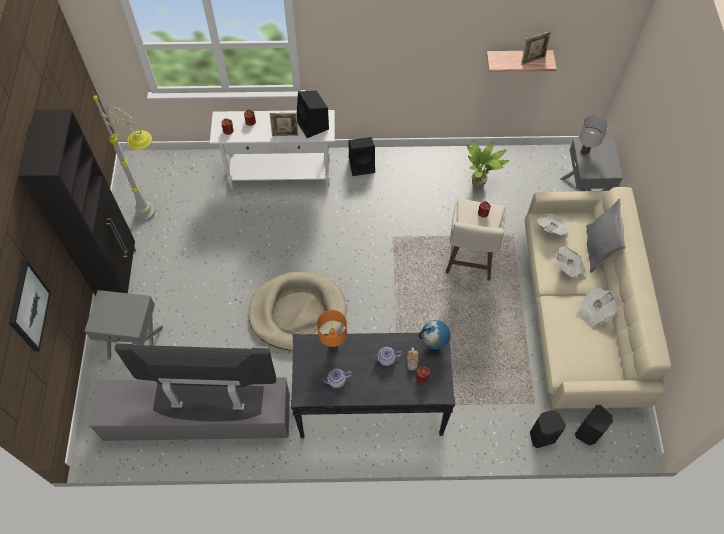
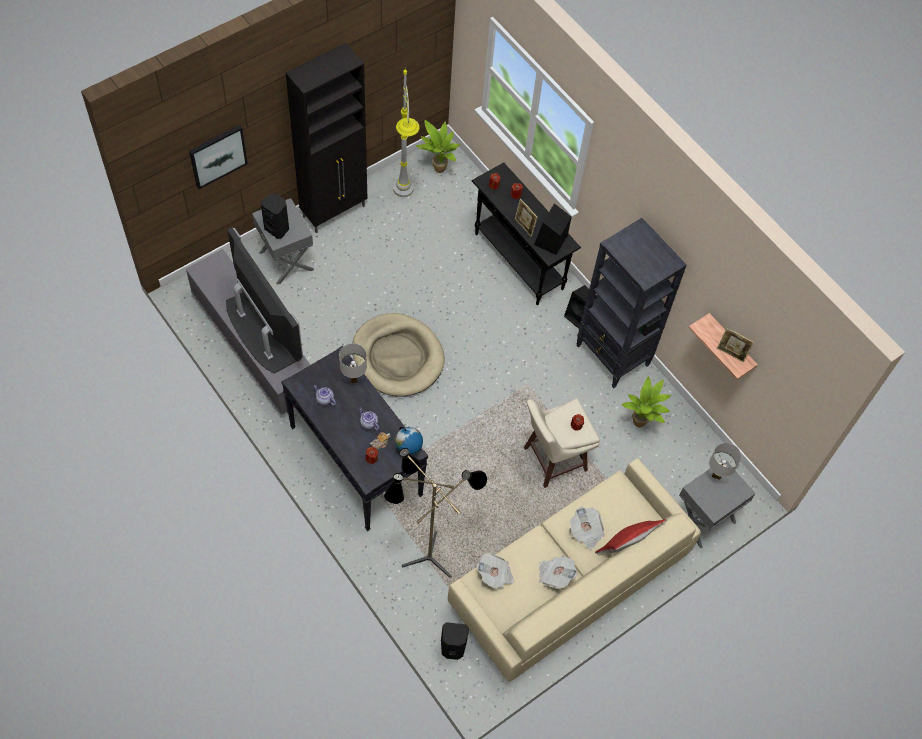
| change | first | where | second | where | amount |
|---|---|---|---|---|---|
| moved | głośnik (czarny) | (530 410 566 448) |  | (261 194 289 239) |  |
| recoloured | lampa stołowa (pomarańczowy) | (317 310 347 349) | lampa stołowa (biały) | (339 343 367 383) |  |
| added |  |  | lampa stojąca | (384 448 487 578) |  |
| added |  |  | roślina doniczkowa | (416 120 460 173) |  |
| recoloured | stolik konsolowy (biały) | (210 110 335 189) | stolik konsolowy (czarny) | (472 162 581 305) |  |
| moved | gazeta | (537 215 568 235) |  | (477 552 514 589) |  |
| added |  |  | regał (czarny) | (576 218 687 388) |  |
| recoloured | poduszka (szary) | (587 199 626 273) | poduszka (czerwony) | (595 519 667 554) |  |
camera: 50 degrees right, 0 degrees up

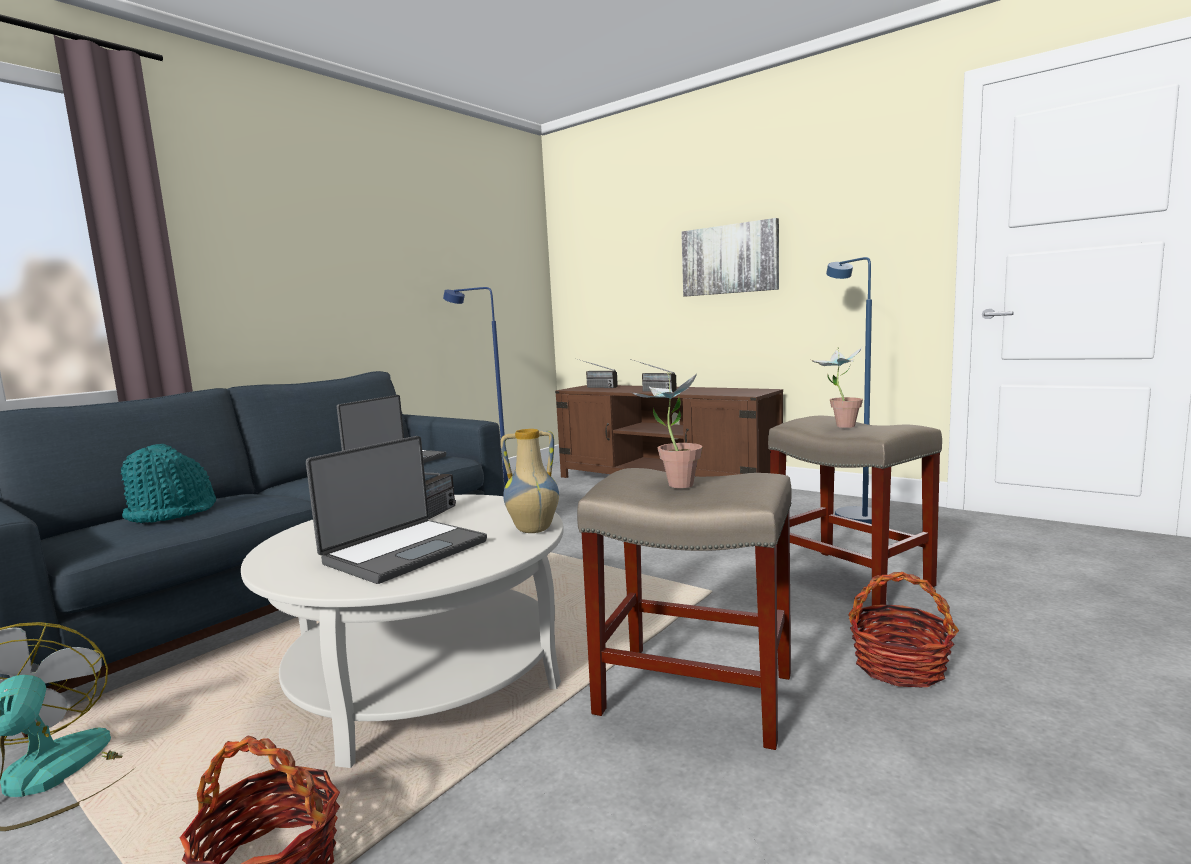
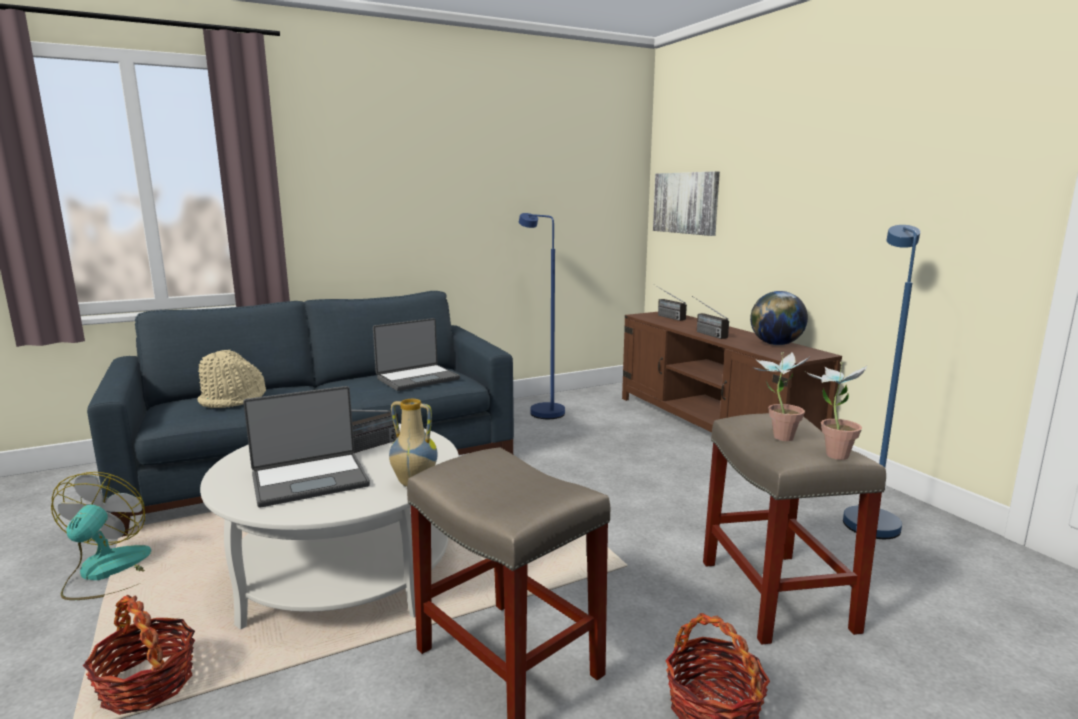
| change | first | where | second | where | amount |
|---|---|---|---|---|---|
| recoloured | kapelusz (turkusowy) | (121 444 216 523) | kapelusz (beżowy) | (197 350 266 408) |  |
| moved | obraz | (681 218 779 296) |  | (653 171 720 236) |  |
| added |  |  | globus | (750 291 808 345) |  |
| moved | roślina doniczkowa | (631 372 702 488) |  | (806 362 867 460) |  |
camera: 25 degrees right, 5 degrees up

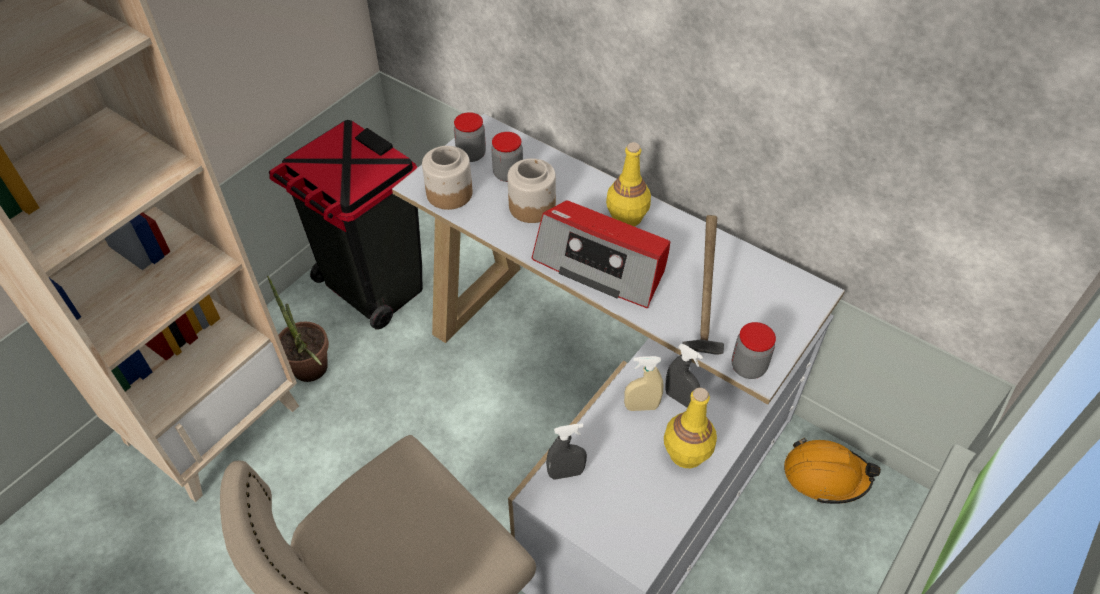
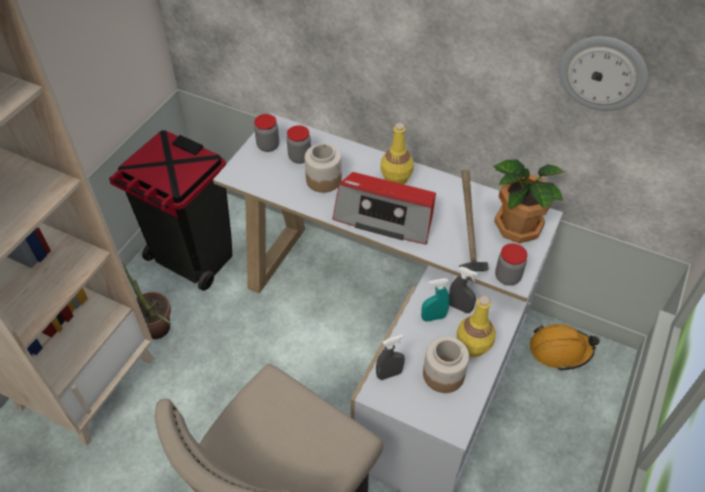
| change | first | where | second | where | amount |
|---|---|---|---|---|---|
| recoloured | spryskiwacz (beżowy) | (624 356 663 411) | spryskiwacz (turkusowy) | (421 278 450 322) |  |
| moved | słoik | (422 146 473 210) |  | (423 336 469 393) |  |
| added |  |  | roślina doniczkowa | (494 159 564 243) |  |
| added |  |  | zegar ścienny | (559 36 648 111) |  |
camera: 10 degrees left, 0 degrees up

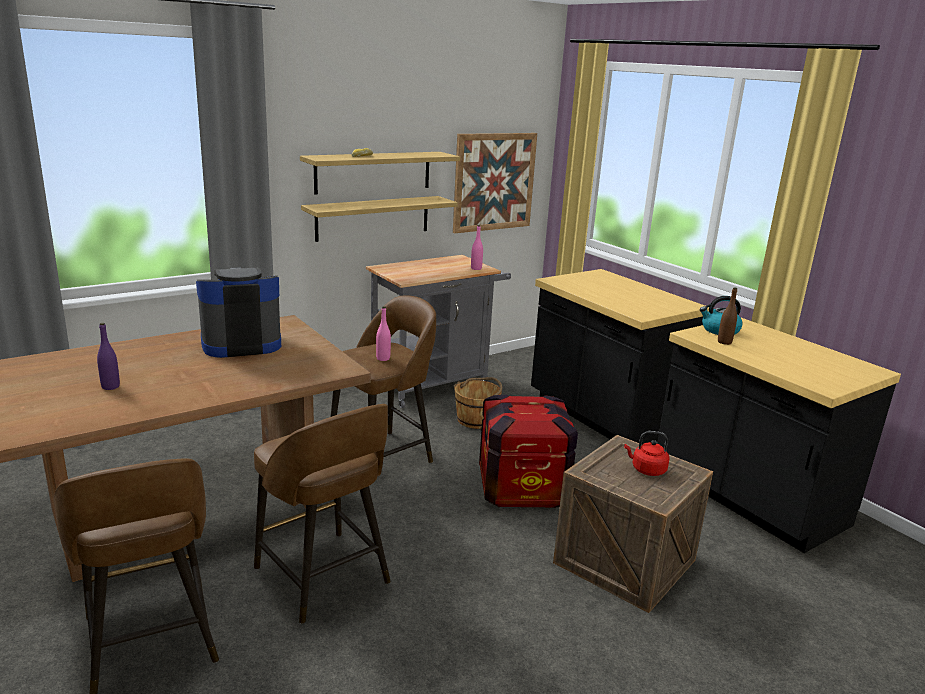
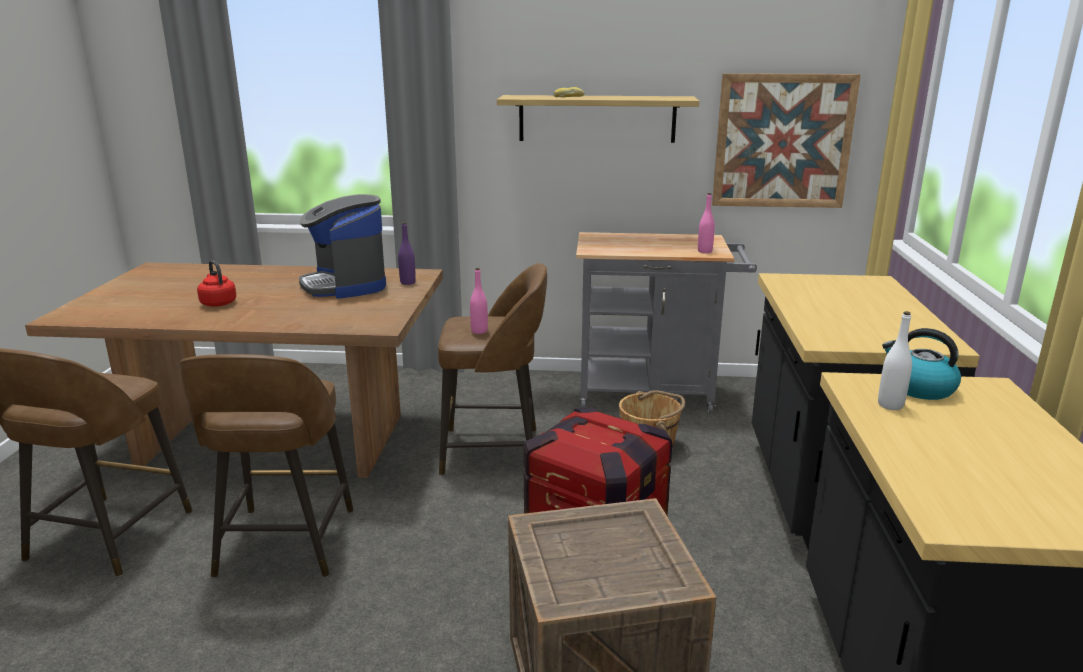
| change | first | where | second | where | amount |
|---|---|---|---|---|---|
| moved | czajnik (czerwony) | (624 431 670 476) |  | (197 260 237 307) |  |
| turned | ekspres do kawy | (196 267 281 358) |  | (299 194 386 299) | 135 degrees counterclockwise |
| moved | butelka (fioletowy) | (97 323 120 390) |  | (398 223 416 285) |  |
| recoloured | butelka (brązowy) | (718 287 737 345) | butelka (biały) | (878 311 912 410) |  |
| removed | półka | (301 196 458 242) |  |  |  |
camera: 40 degrees right, 0 degrees up

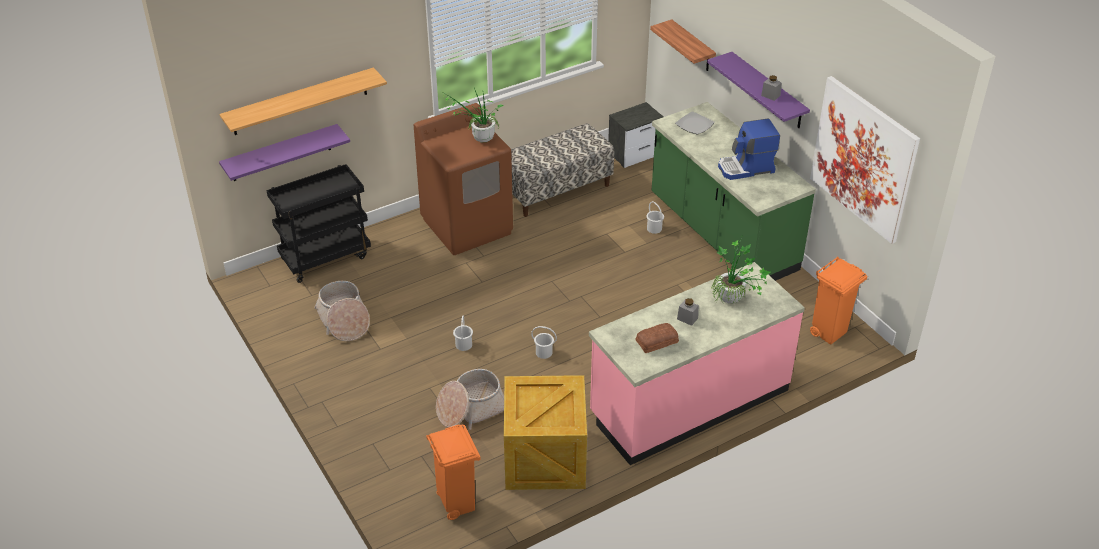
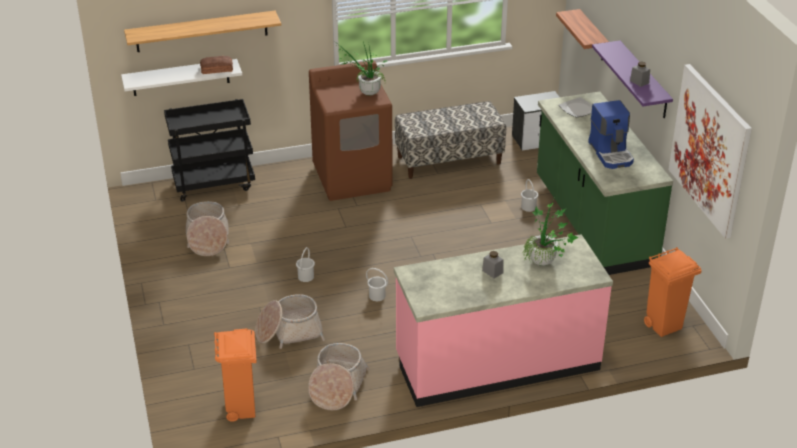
| change | first | where | second | where | amount |
|---|---|---|---|---|---|
| recoloured | półka (fioletowy) | (219 124 350 181) | półka (biały) | (121 59 242 96) |  |
| moved | chleb | (636 323 679 353) |  | (200 56 233 74) |  |
| replaced | skrzynka | (504 375 587 490) | koszyk | (308 343 369 410) |  |
| turned | ekspres do kawy | (718 119 780 180) |  | (588 100 634 169) | 105 degrees counterclockwise |
camera: 15 degrees right, 5 degrees down

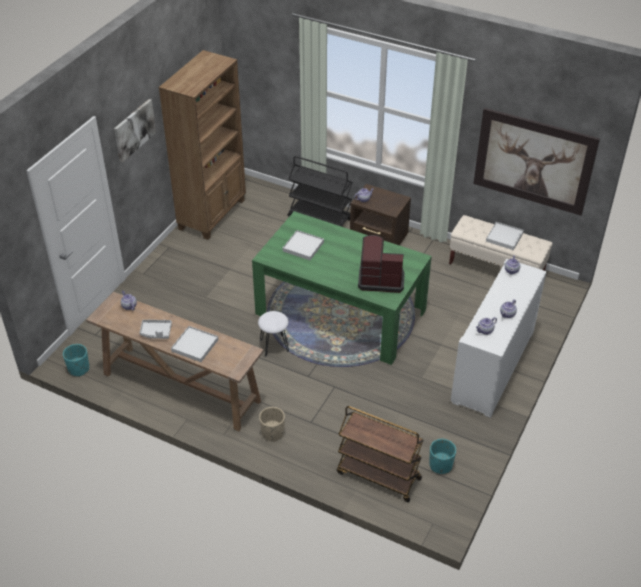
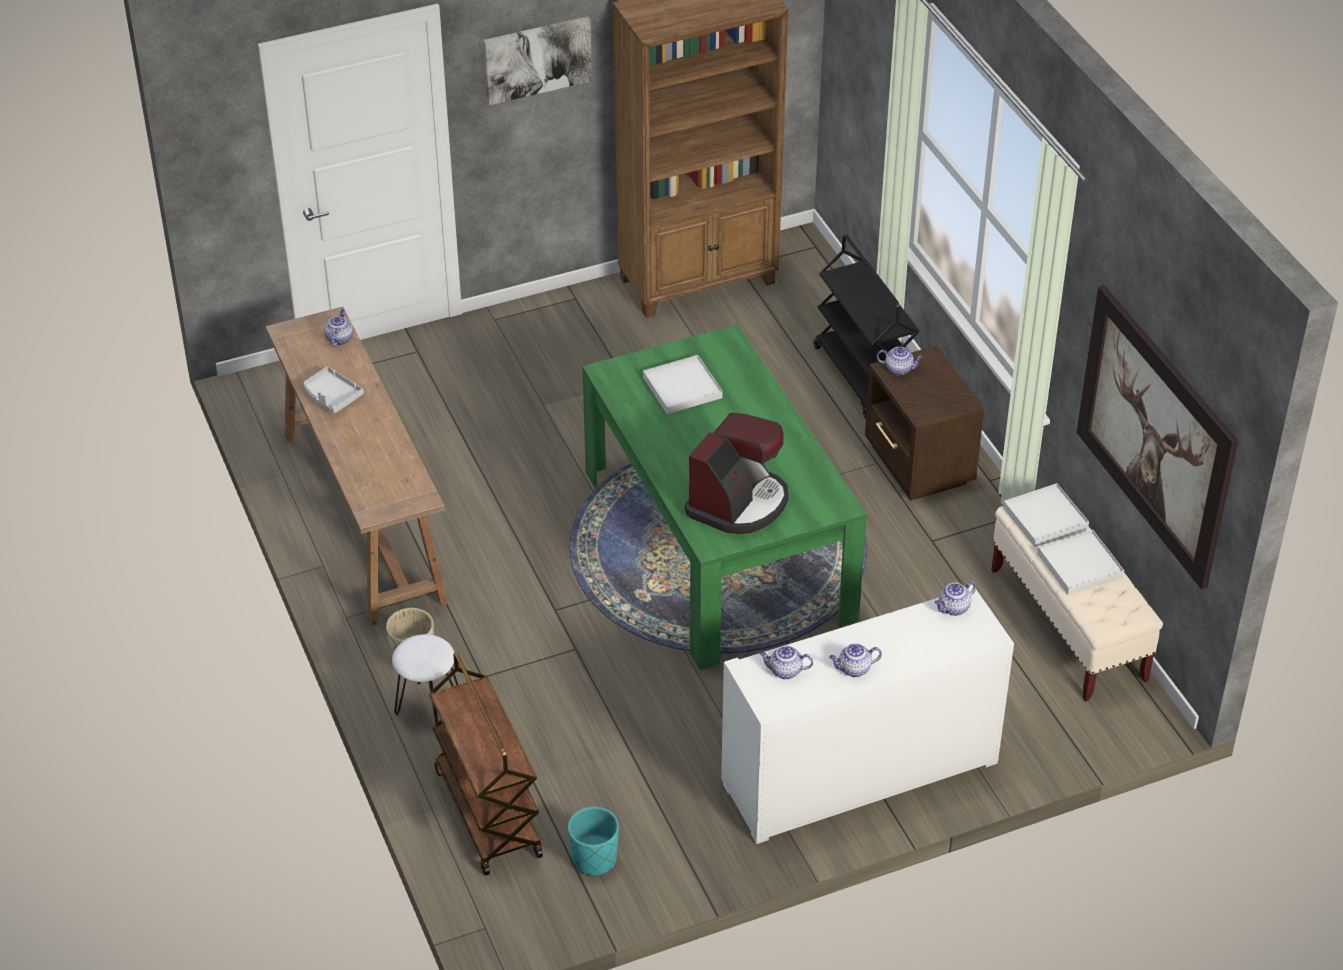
| change | first | where | second | where | amount |
|---|---|---|---|---|---|
| moved | stołek (biały) | (258 311 289 357) |  | (392 634 458 724) |  |
| turned | ekspres do kawy | (358 235 405 293) |  | (685 413 789 534) | 75 degrees clockwise |
| moved | taca (biały) | (171 326 218 362) |  | (1003 483 1089 547) |  |
| removed | donica (turkusowy) | (63 344 89 377) |  |  |  |
camera: 40 degrees right, 0 degrees up

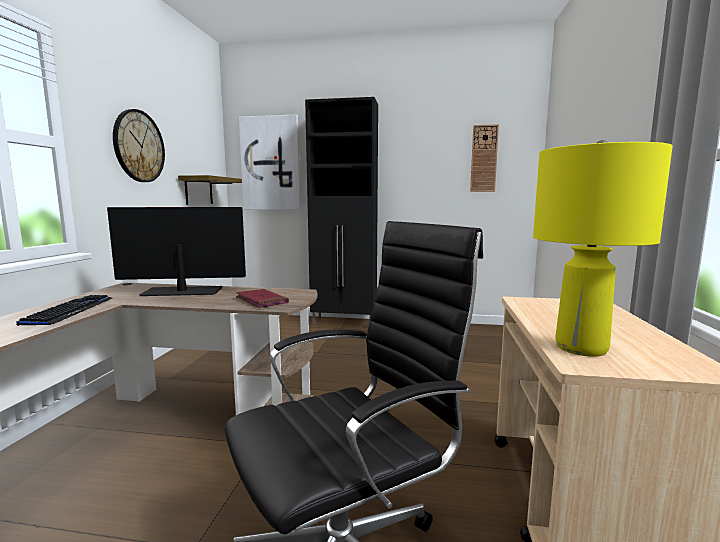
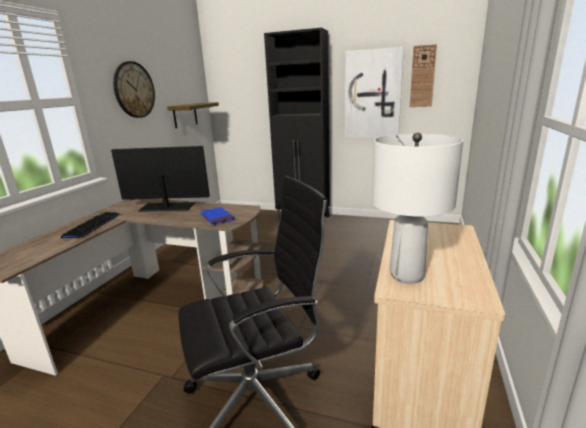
| change | first | where | second | where | amount |
|---|---|---|---|---|---|
| recoloured | książka (czerwony) | (236 289 289 308) | książka (niebieski) | (200 207 235 225) |  |
| moved | obraz | (239 115 300 210) |  | (345 47 404 138) |  |
| recoloured | lampa stołowa (żółty) | (533 140 673 357) | lampa stołowa (biały) | (372 133 463 283) |  |
camera: 10 degrees right, 10 degrees up

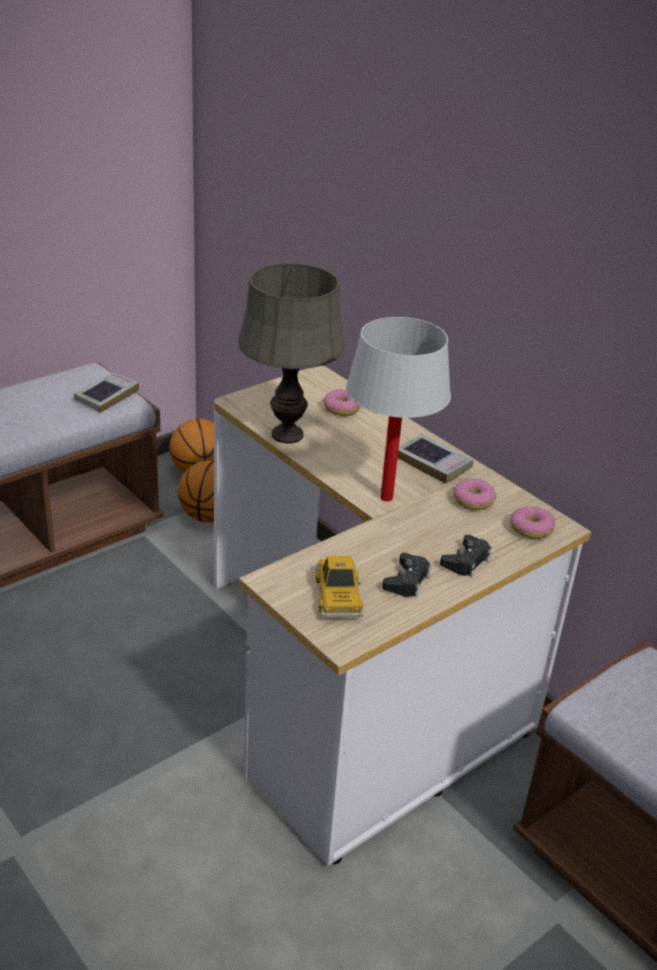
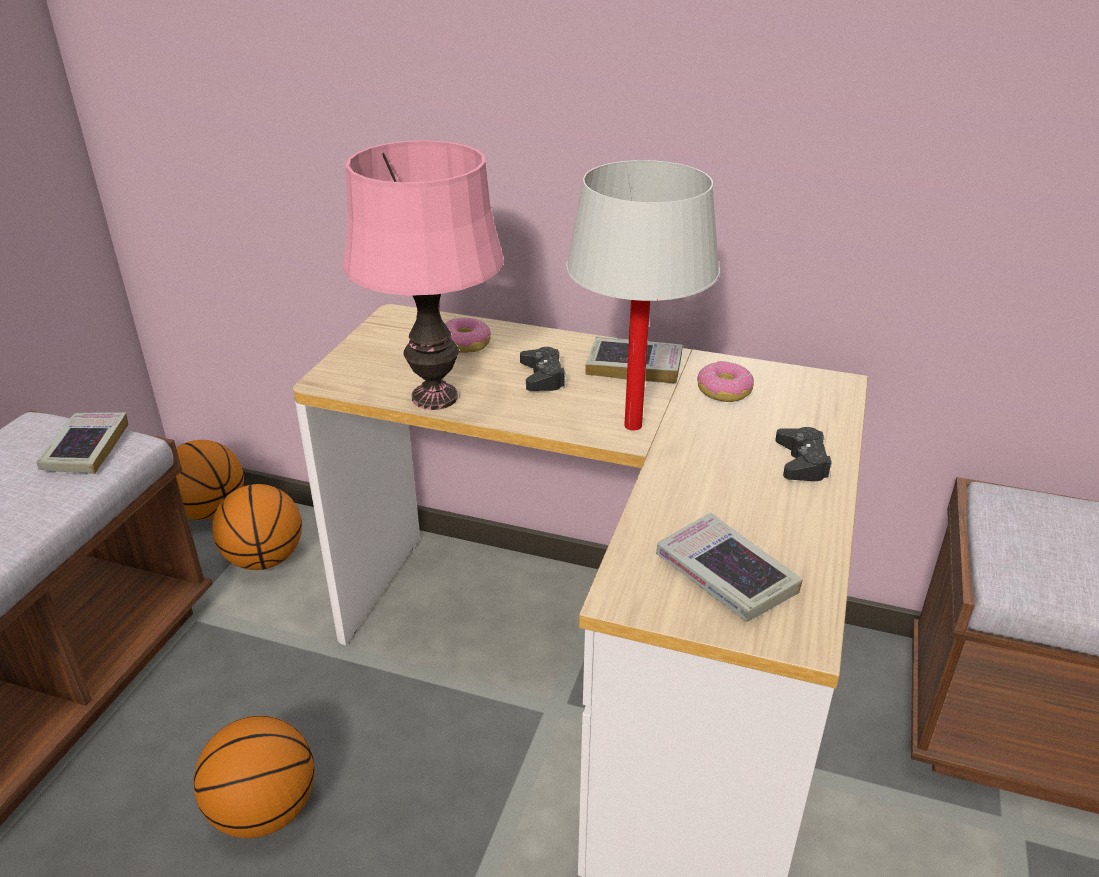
| change | first | where | second | where | amount |
|---|---|---|---|---|---|
| added |  |  | piłka do koszykówki | (194 716 315 838) |  |
| recoloured | lampa stołowa (szary) | (238 263 345 444) | lampa stołowa (różowy) | (343 140 504 410) |  |
| moved | pad do gier (czarny) | (382 553 431 597) |  | (520 347 566 391) |  |
| replaced | samochodzik | (316 556 363 618) | książka | (656 513 803 622) |  |
| removed | donut | (510 506 555 539) |  |  |  |
camera: 30 degrees left, 0 degrees up

